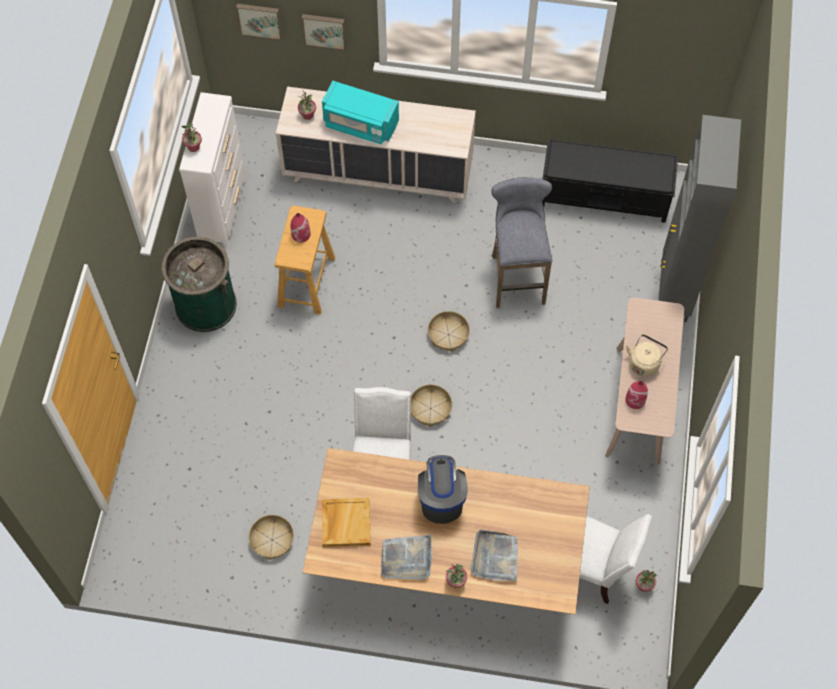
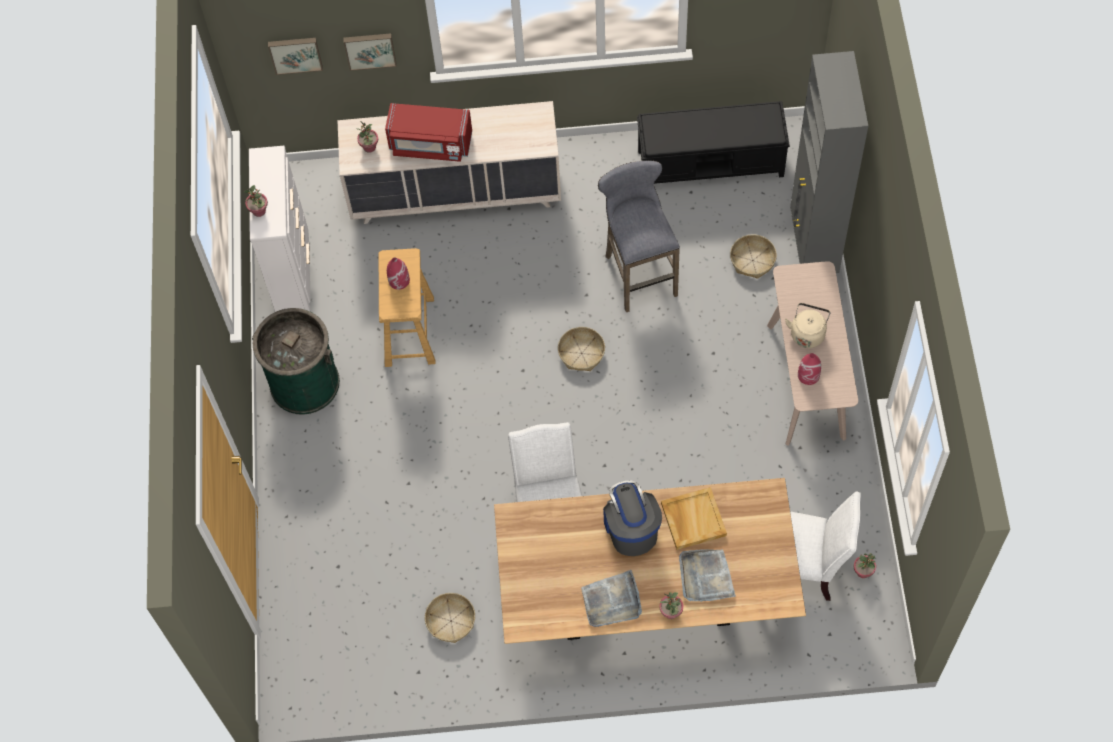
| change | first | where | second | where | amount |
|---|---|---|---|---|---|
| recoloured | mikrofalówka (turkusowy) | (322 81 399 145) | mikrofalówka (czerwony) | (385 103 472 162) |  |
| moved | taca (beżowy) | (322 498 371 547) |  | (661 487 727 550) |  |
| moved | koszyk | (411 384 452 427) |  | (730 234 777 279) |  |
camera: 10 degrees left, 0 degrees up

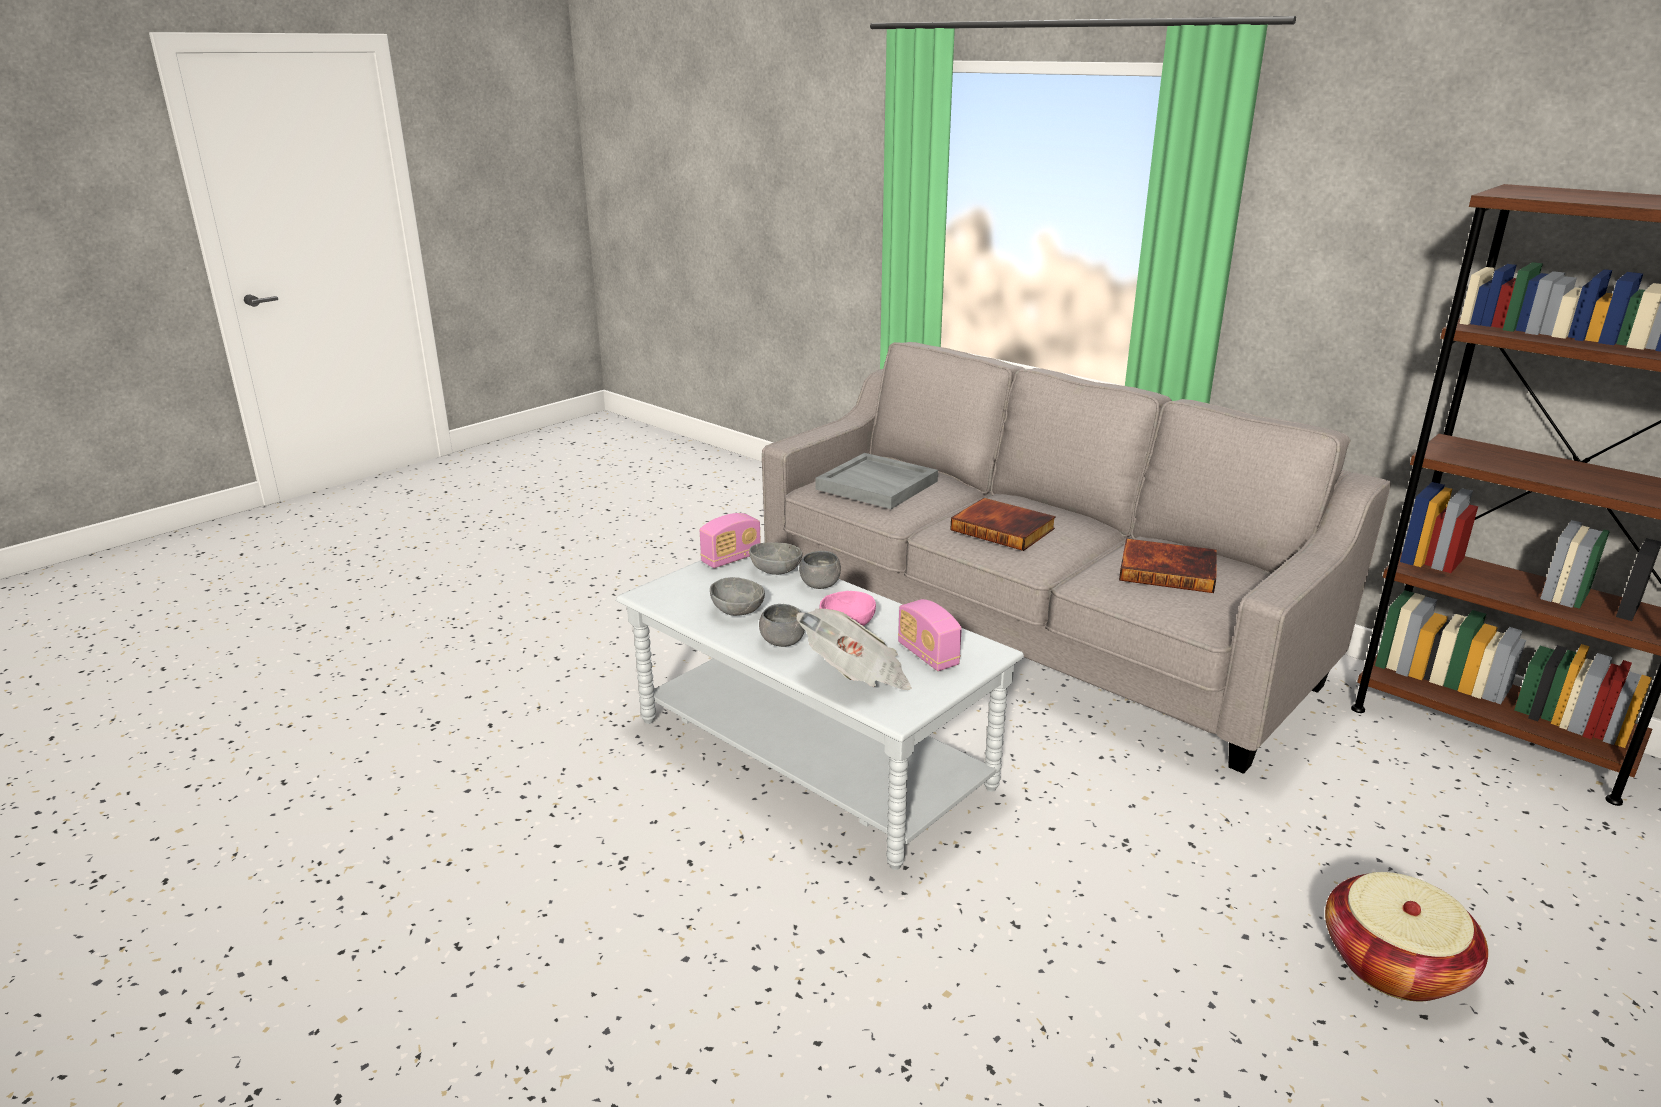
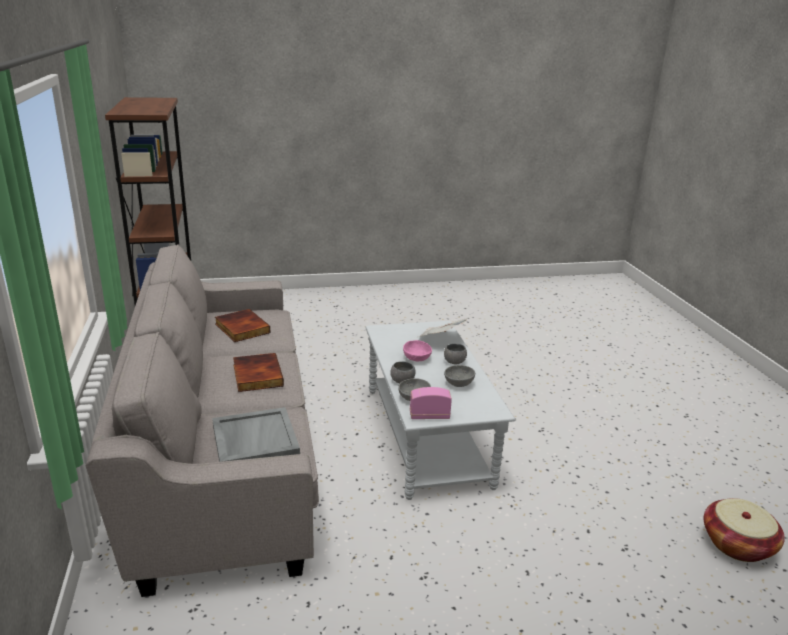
| change | first | where | second | where | amount |
|---|---|---|---|---|---|
| moved | koszyk | (1325 872 1488 1001) |  | (704 498 785 562) |  |
| removed | radio | (898 599 962 671) |  |  |  |
camera: 145 degrees left, 0 degrees up

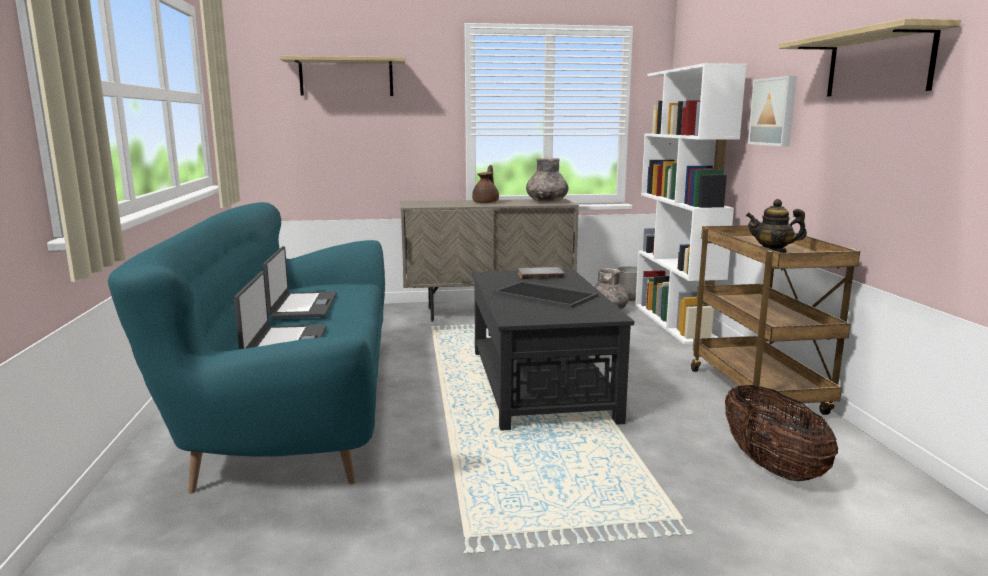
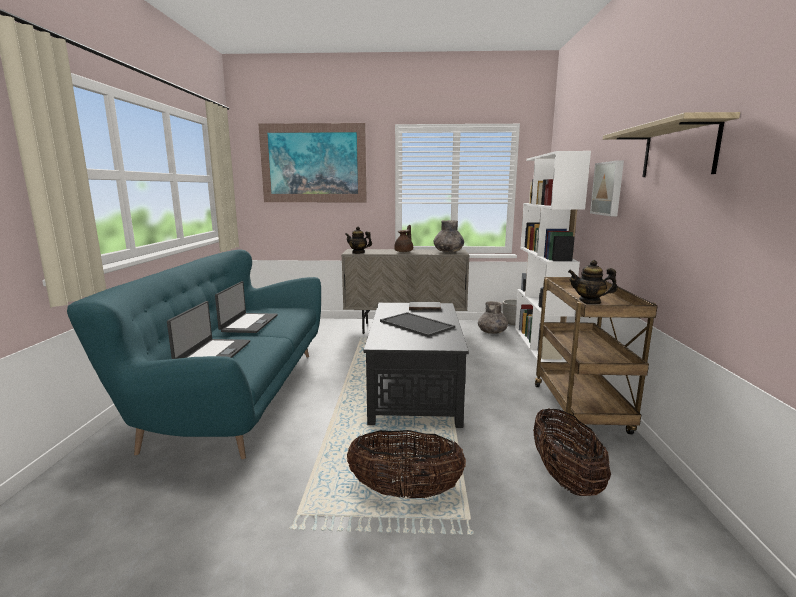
| change | first | where | second | where | amount |
|---|---|---|---|---|---|
| replaced | półka | (279 56 406 96) | obraz | (259 123 367 202) |  |
| added |  |  | imbryk | (345 226 372 254) |  |
| added |  |  | koszyk | (347 430 466 498) |  |
camera: 10 degrees right, 0 degrees up

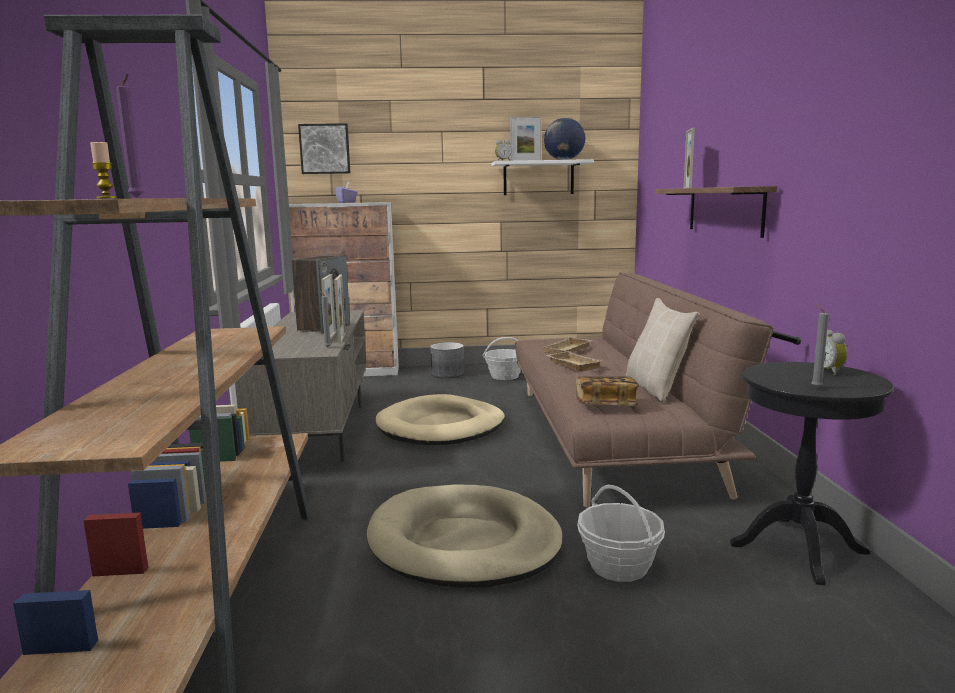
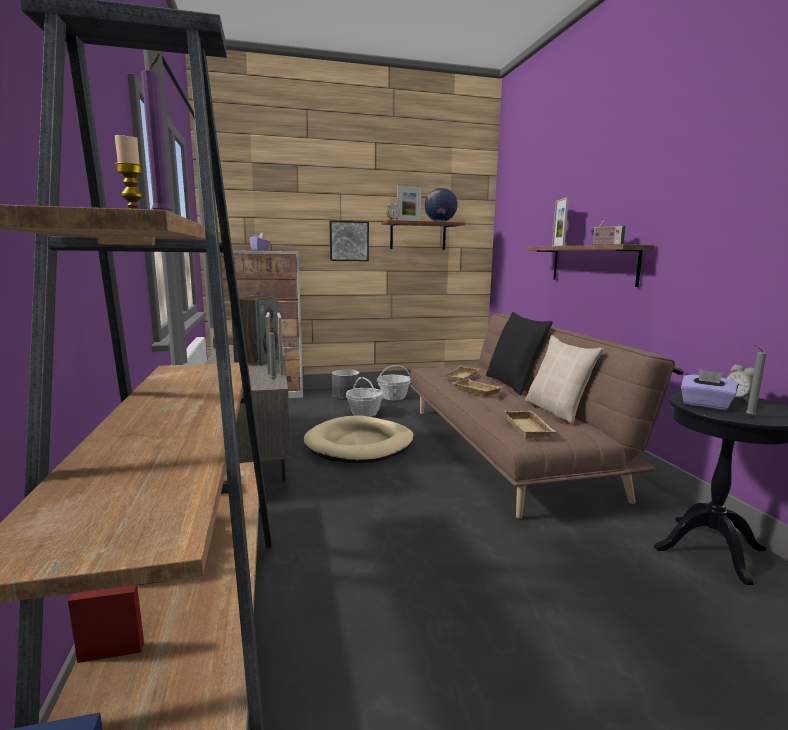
| change | first | where | second | where | amount |
|---|---|---|---|---|---|
| moved | obraz | (298 123 351 174) |  | (330 220 369 261) |  |
| moved | koszyk | (577 485 665 582) |  | (346 377 384 417) |  |
| recoloured | półka (biały) | (492 159 594 195) | półka (brązowy) | (381 220 465 250) |  |
| added |  |  | poduszka (czarny) | (486 312 553 395) |  |
| replaced | książka | (576 376 639 406) | taca (beżowy) | (504 410 556 439) |  |
| added |  |  | radio | (592 216 626 245) |  |
| added |  |  | pudełko chusteczek (fioletowy) | (681 369 737 410) |  |
| removed | legowisko (beżowy) | (367 485 563 588) |  |  |  |
camera: 10 degrees left, 0 degrees up

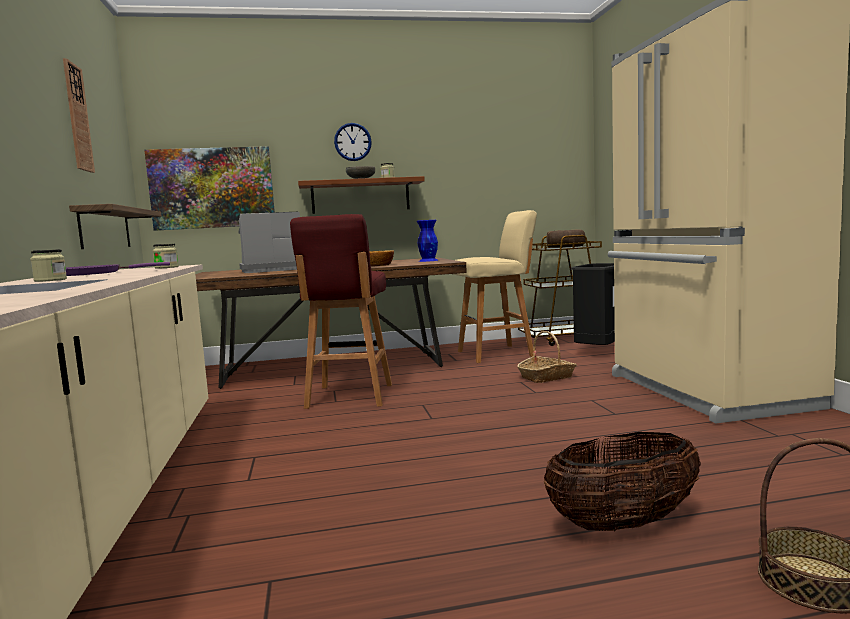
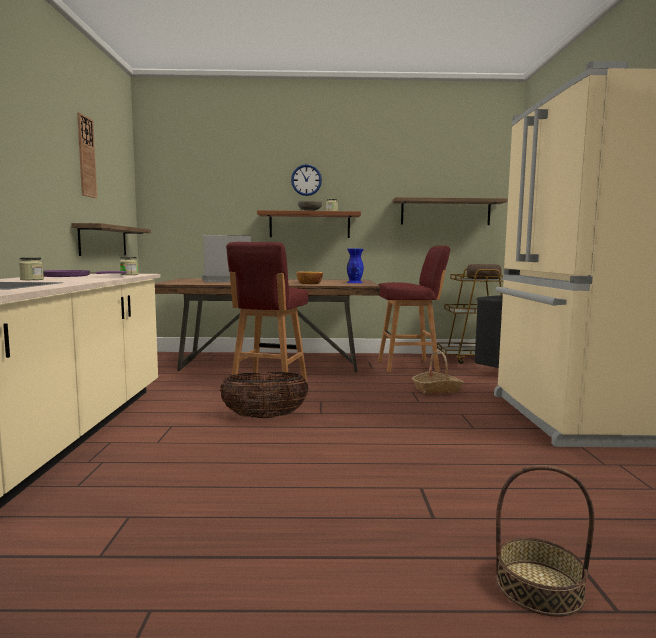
| change | first | where | second | where | amount |
|---|---|---|---|---|---|
| moved | koszyk | (544 432 701 531) |  | (219 372 309 418) |  |
| recoloured | stołek (beżowy) | (453 210 537 363) | stołek (czerwony) | (378 245 450 372) |  |
| added |  |  | półka | (392 197 508 225) |  |
| removed | obraz | (144 146 275 231) |  |  |  |
camera: 10 degrees right, 0 degrees up

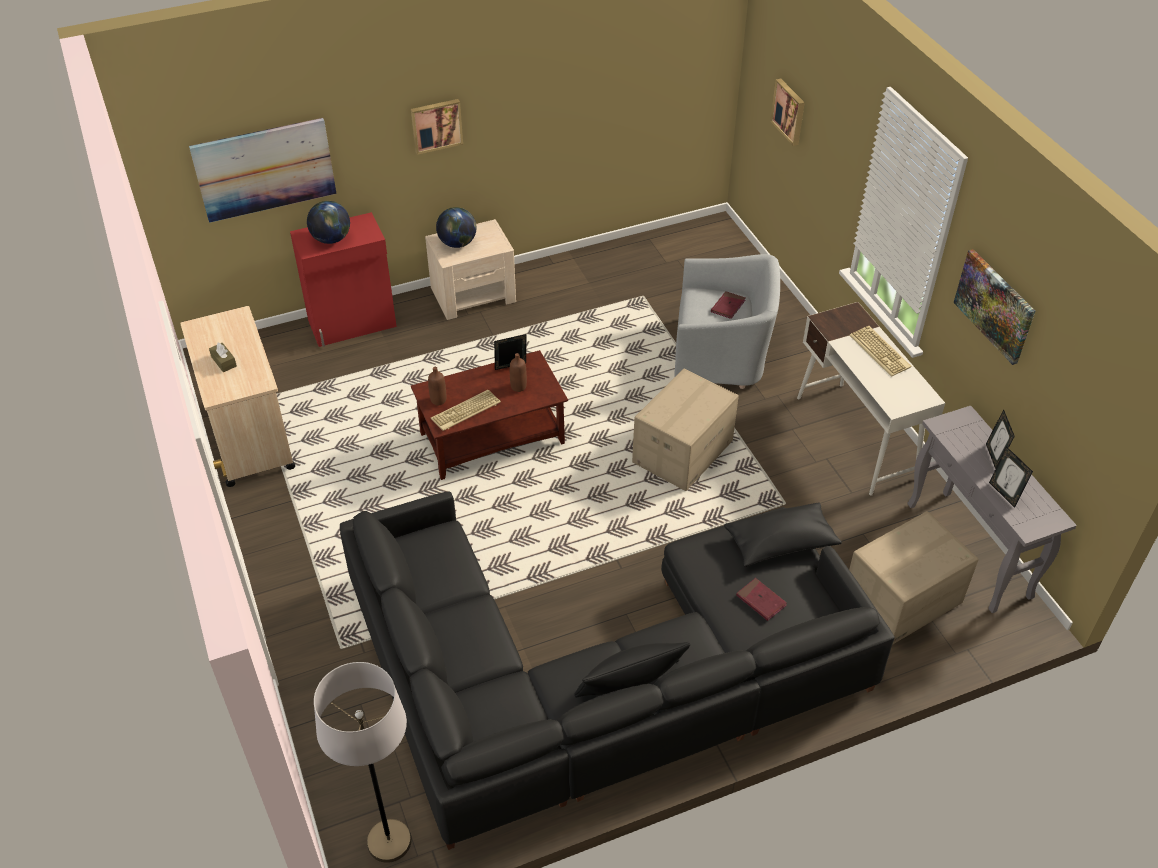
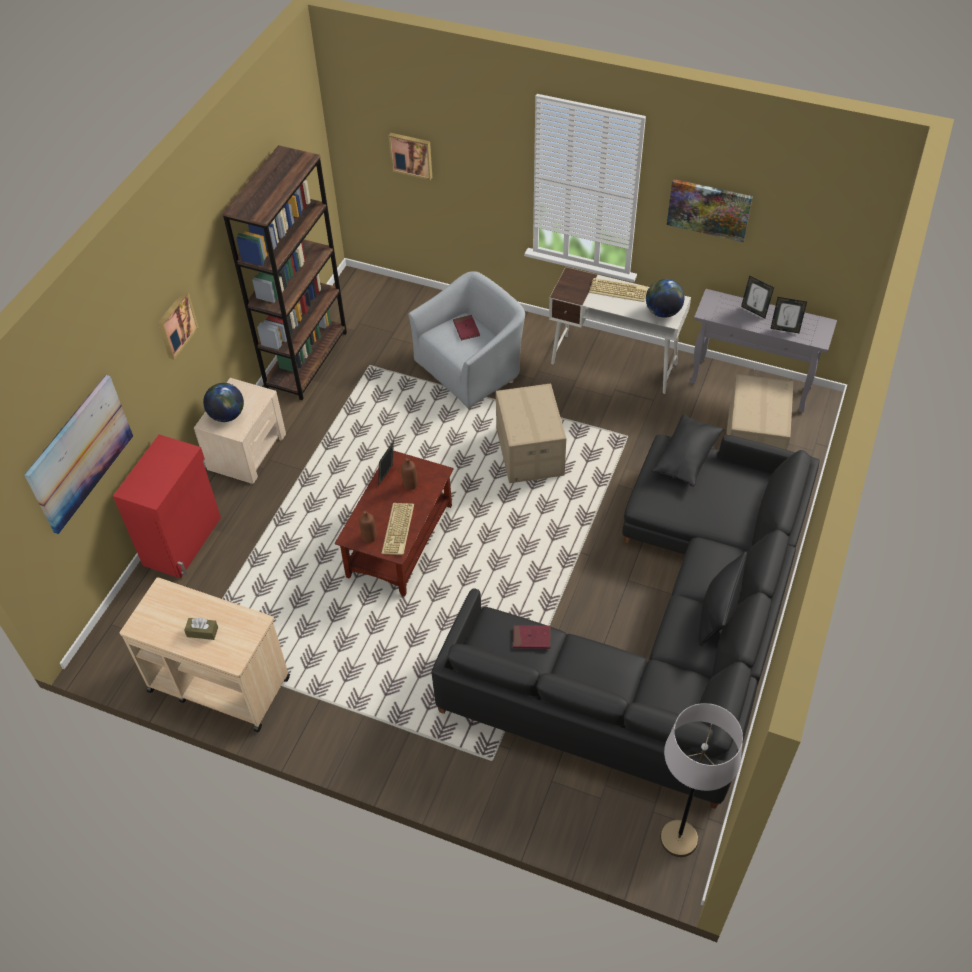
| change | first | where | second | where | amount |
|---|---|---|---|---|---|
| added |  |  | regał (brązowy) | (222 145 347 400) |  |
| moved | książka (czerwony) | (736 578 787 621) |  | (513 625 550 649) |  |
| moved | globus | (307 201 350 244) |  | (646 279 684 318) |  |
camera: 45 degrees left, 5 degrees up

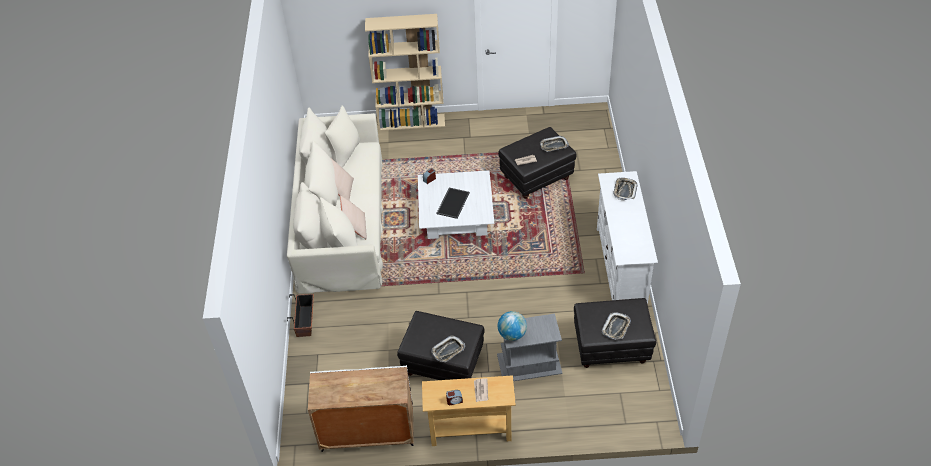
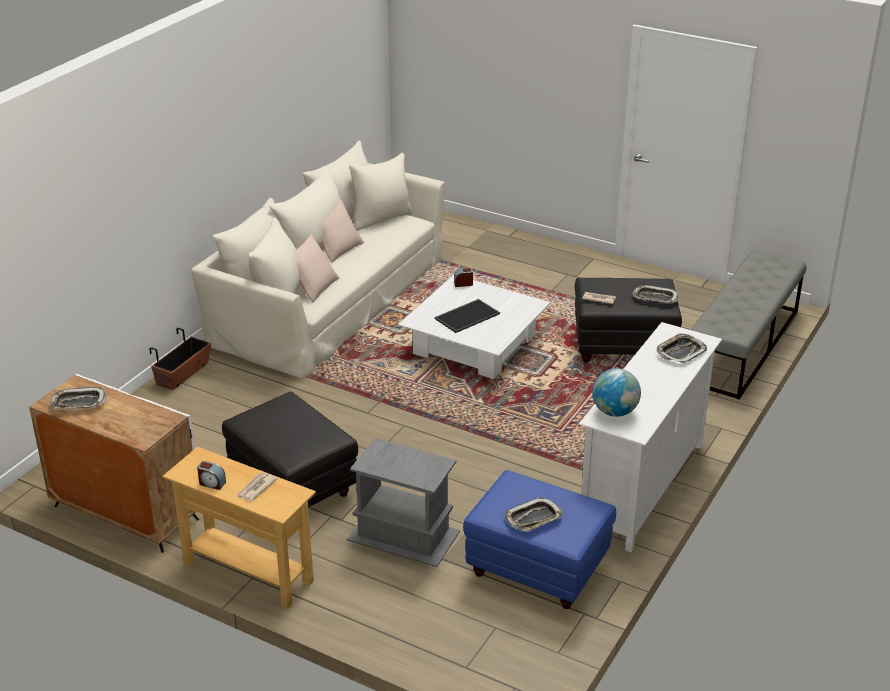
| change | first | where | second | where | amount |
|---|---|---|---|---|---|
| moved | taca | (431 336 465 362) |  | (50 387 106 410) |  |
| recoloured | pufa (czarny) | (574 298 656 368) | pufa (niebieski) | (463 470 616 609) |  |
| moved | globus | (498 311 527 341) |  | (592 368 641 417) |  |
| added |  |  | ławka (szary) | (691 250 806 400) |  |
| removed | regał (beżowy) | (365 14 445 131) |  |  |  |
camera: 30 degrees right, 15 degrees down

